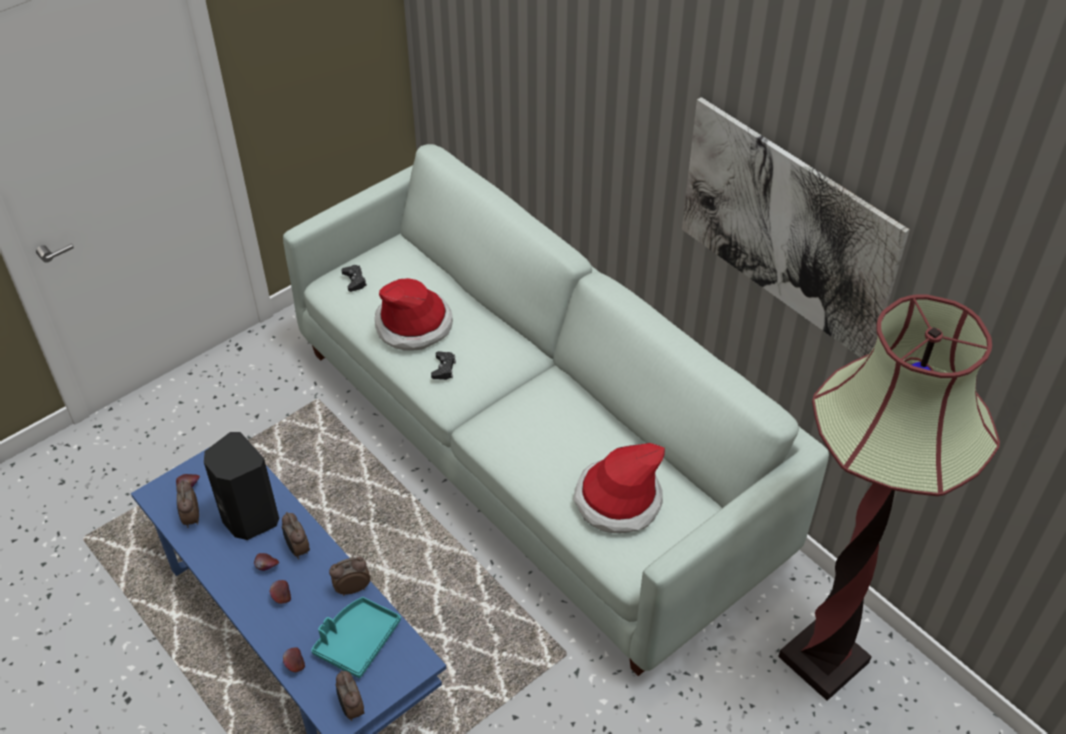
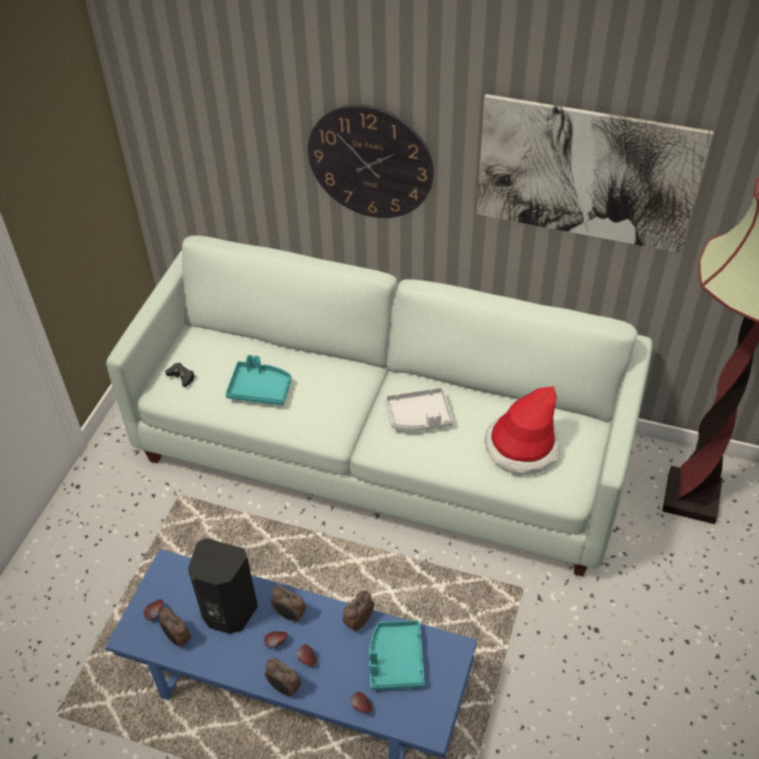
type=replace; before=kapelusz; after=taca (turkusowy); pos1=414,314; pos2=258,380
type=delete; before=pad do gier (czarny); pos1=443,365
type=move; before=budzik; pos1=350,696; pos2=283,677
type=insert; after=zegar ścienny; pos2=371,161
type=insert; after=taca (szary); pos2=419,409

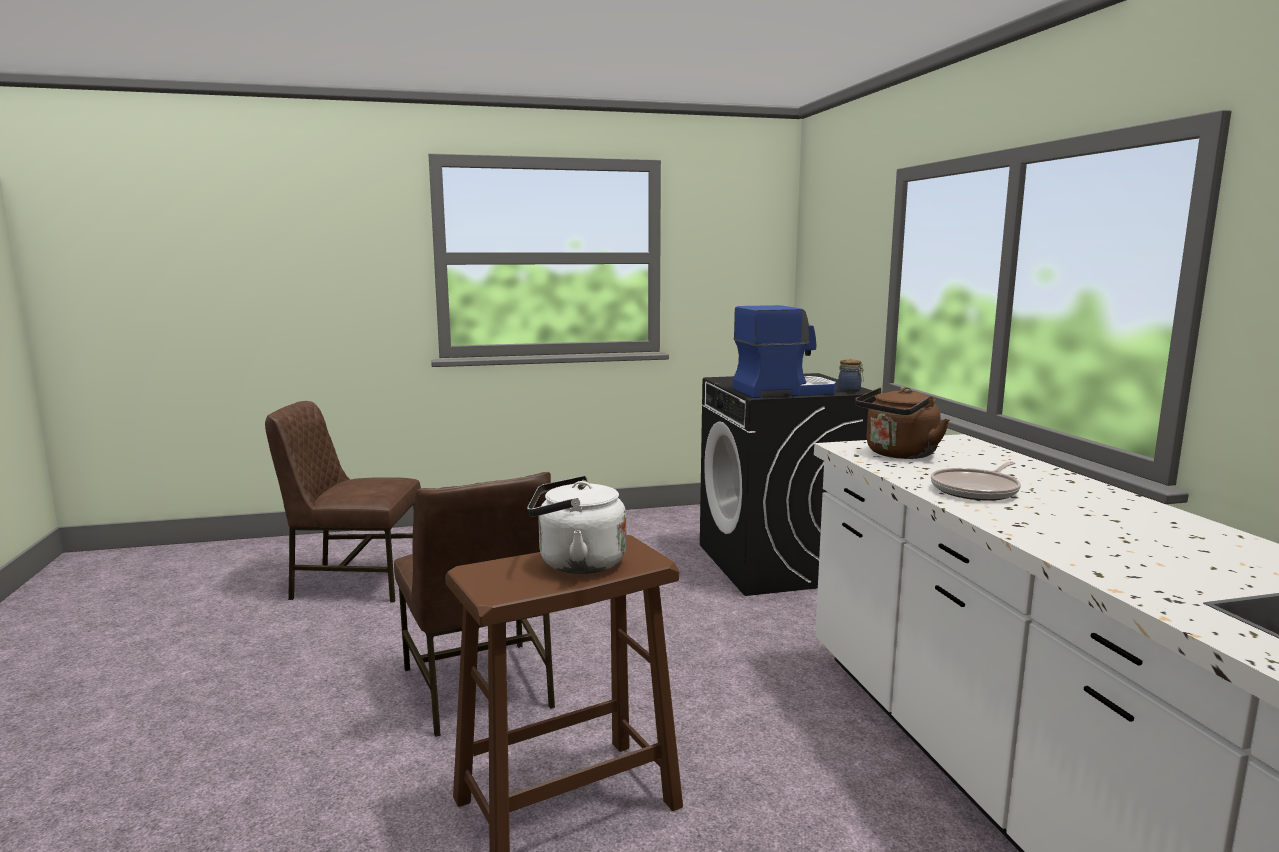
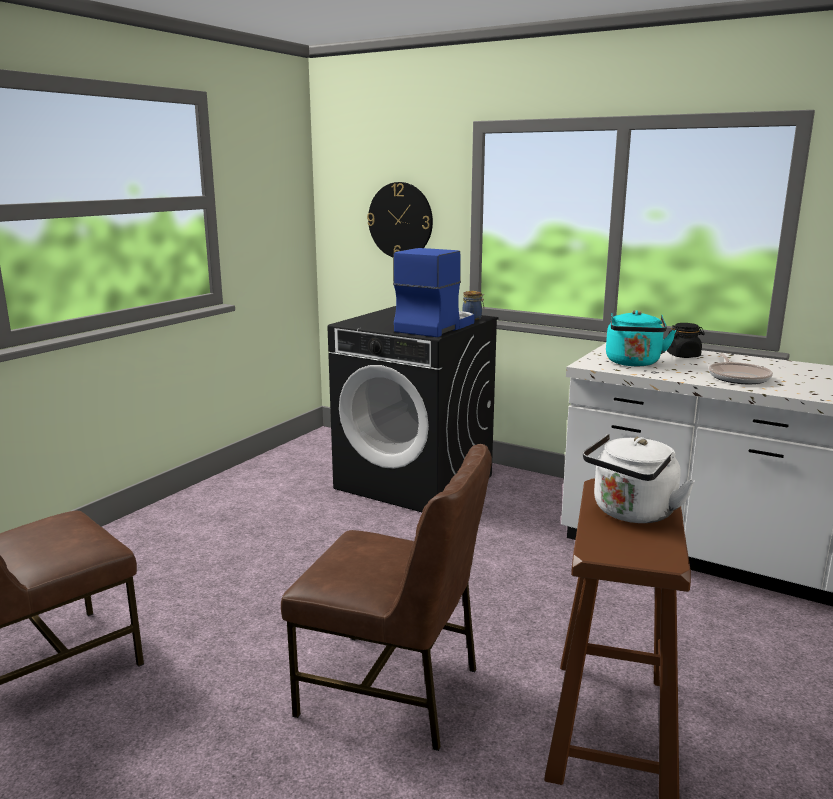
type=recolor; before=czajnik (brązowy); after=czajnik (turkusowy); pos1=902,423; pos2=641,338
type=insert; after=zegar ścienny; pos2=400,219
type=insert; after=słoik (czarny); pos2=686,340

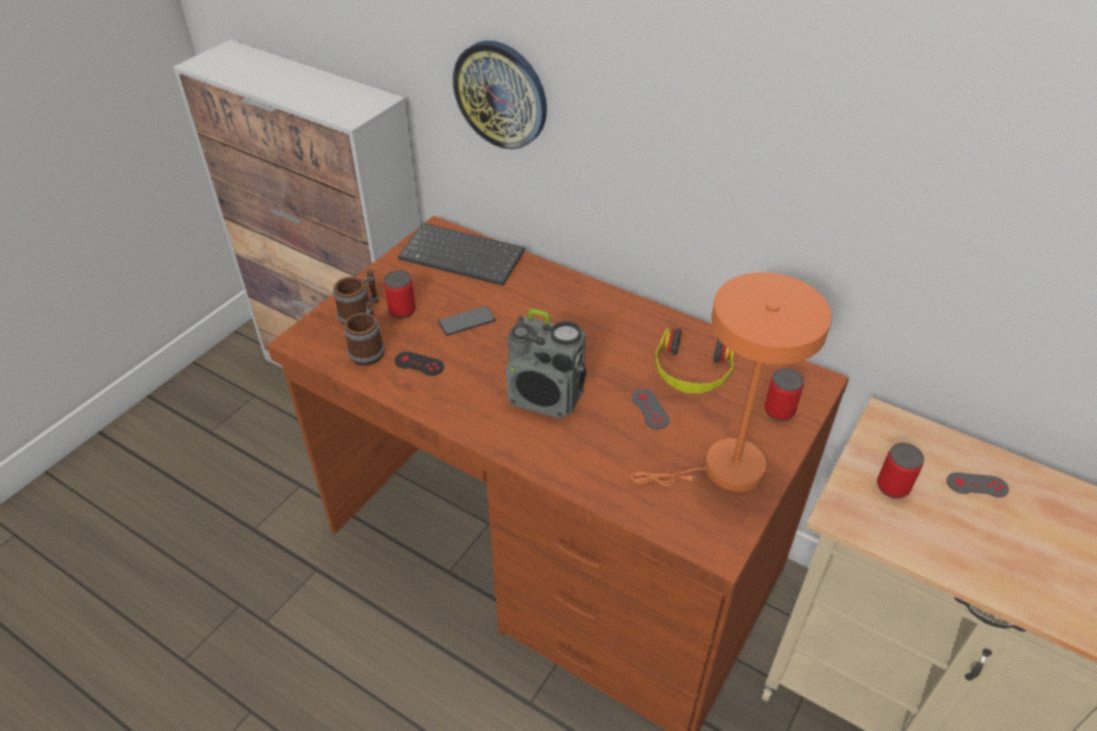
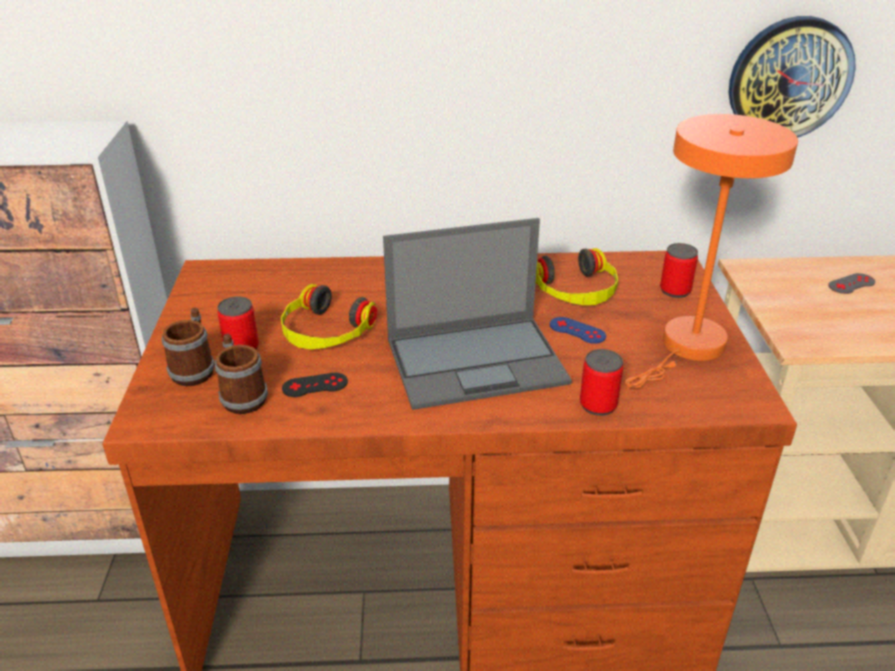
type=move; before=zegar ścienny; pos1=500,95; pos2=792,77
type=delete; before=klawiatura; pos1=461,254
type=replace; before=telefon; after=słuchawki; pos1=467,321; pos2=329,316
type=replace; before=radio; after=laptop; pos1=546,363; pos2=477,314
type=recolor; before=pad do gier (szary); after=pad do gier (niebieski); pos1=650,409; pos2=578,330
type=move; before=puszka; pos1=900,471; pos2=601,382

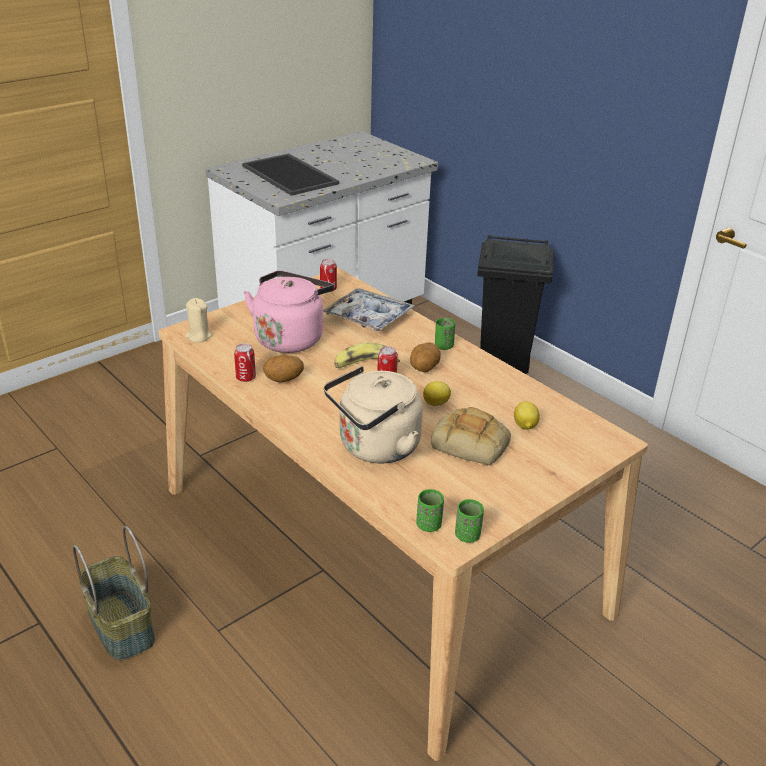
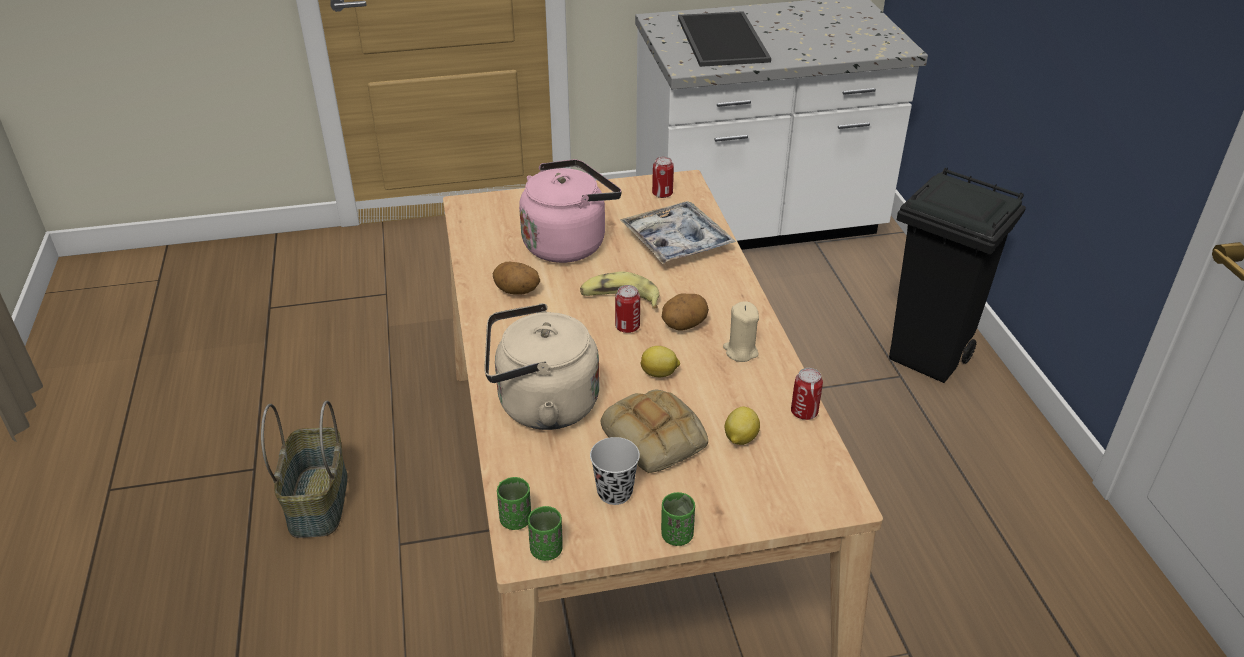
type=move; before=świeca (beżowy); pos1=198,320; pos2=741,331
type=move; before=filiżanka (zielony); pos1=445,334; pos2=678,519
type=move; before=puszka; pos1=245,362; pos2=807,394
type=insert; after=filiżanka (czarny); pos2=615,471

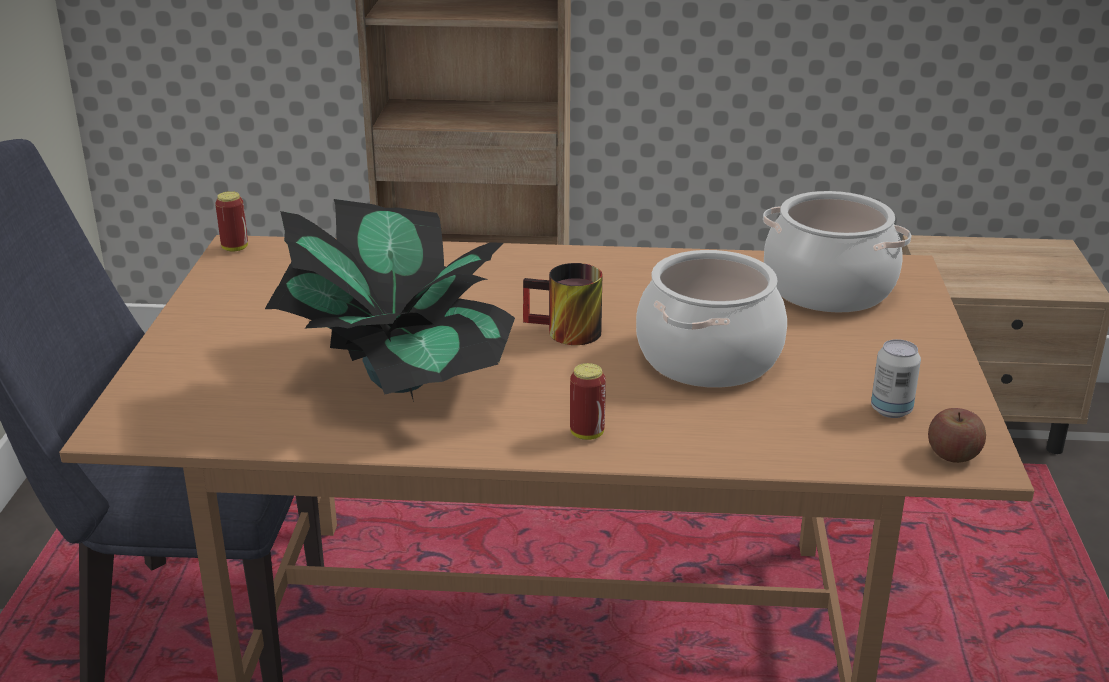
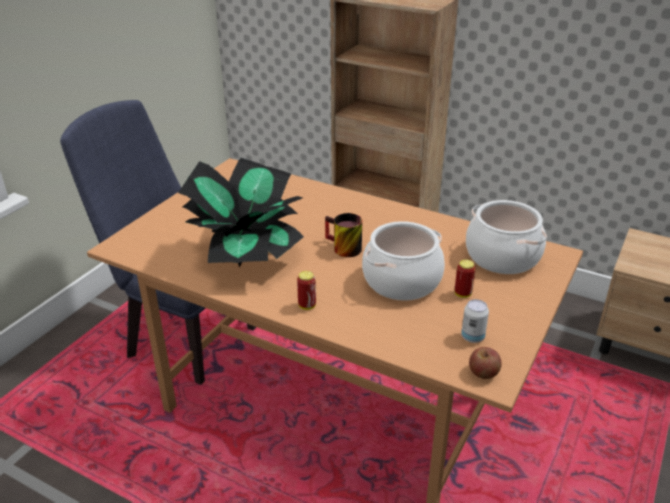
type=move; before=puszka; pos1=231,221; pos2=465,279

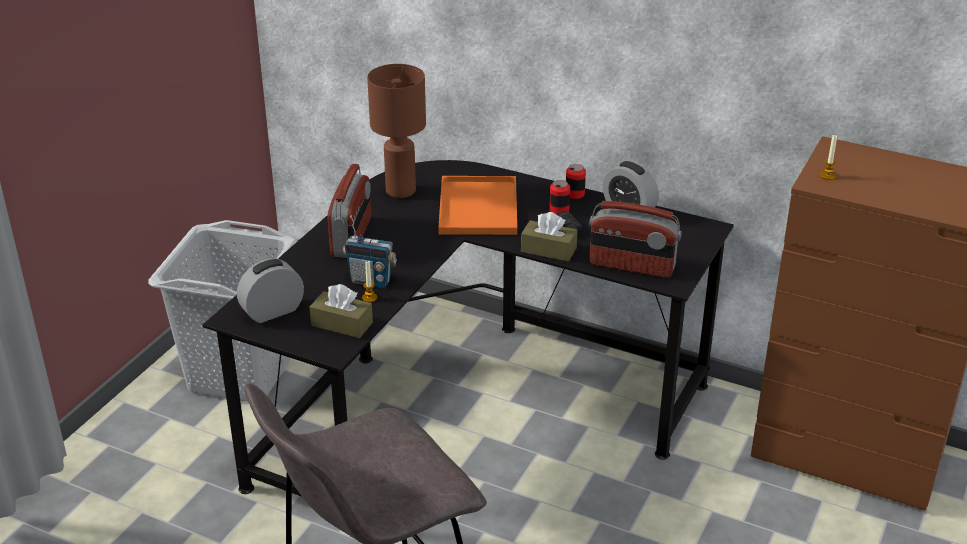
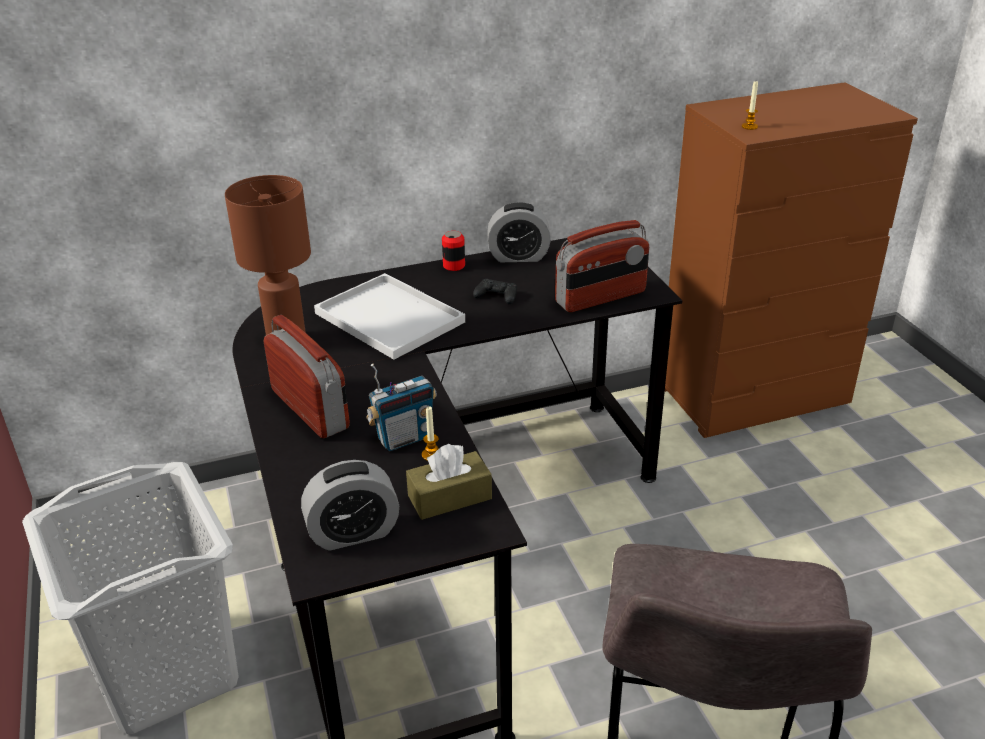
type=recolor; before=taca (pomarańczowy); after=taca (biały); pos1=477,205; pos2=389,316
type=delete; before=puszka; pos1=559,197
type=delete; before=pudełko chusteczek (brązowy); pos1=549,236
type=rotate; before=budzik; pos1=270,291; pos2=350,505; turn=-120

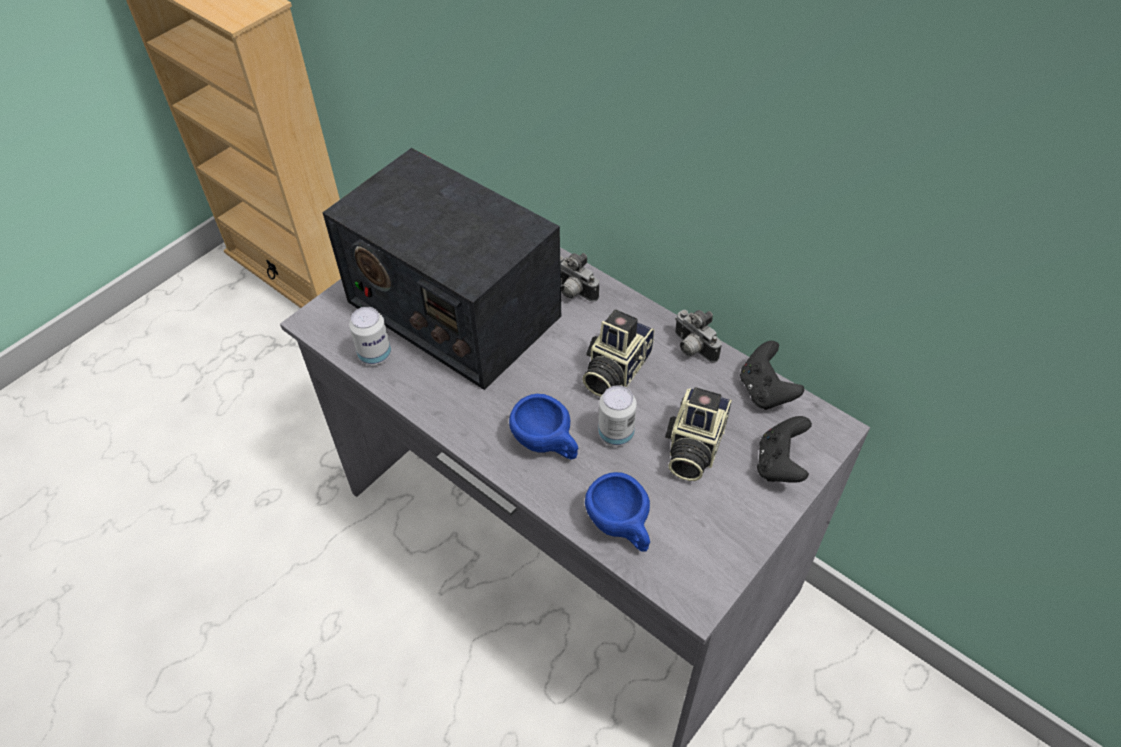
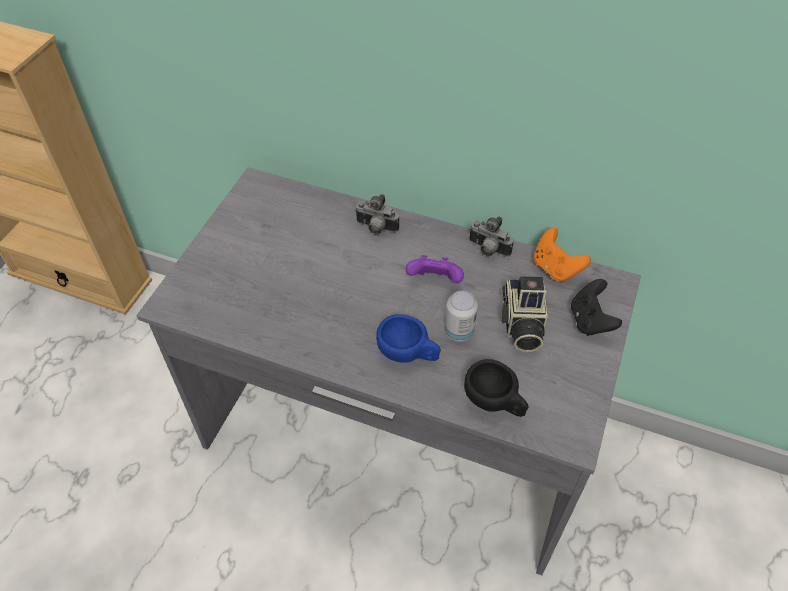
type=delete; before=radio; pos1=441,269
type=delete; before=puszka; pos1=370,336
type=replace; before=aparat fotograficzny; after=pad do gier (fioletowy); pos1=618,353; pos2=435,269
type=recolor; before=pad do gier (czarny); after=pad do gier (pomarańczowy); pos1=772,375; pos2=562,255
type=recolor; before=filiżanka (niebieski); after=filiżanka (czarny); pos1=617,512; pos2=496,388

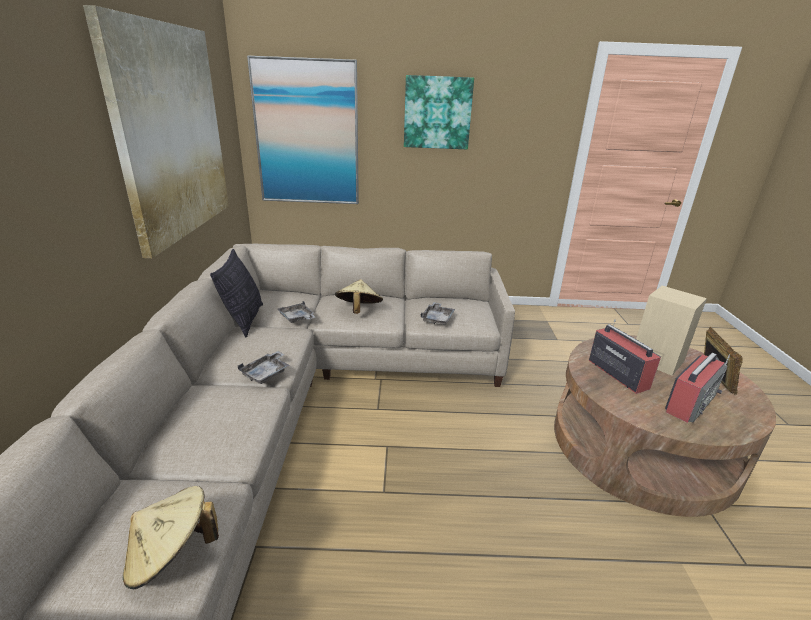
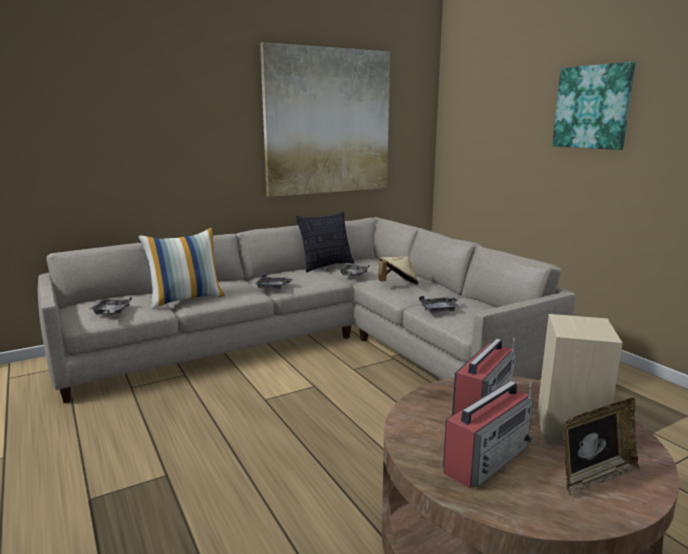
type=delete; before=obraz; pos1=303,129
type=rotate; before=radio; pos1=697,388; pos2=488,434; turn=-60
type=replace; before=kapelusz (beżowy); after=taca (szary); pos1=171,537; pos2=110,305
type=insert; after=poduszka; pos2=181,268

